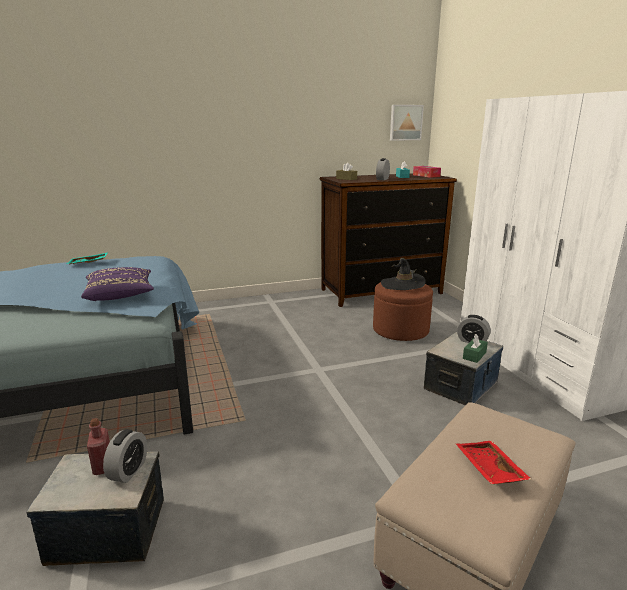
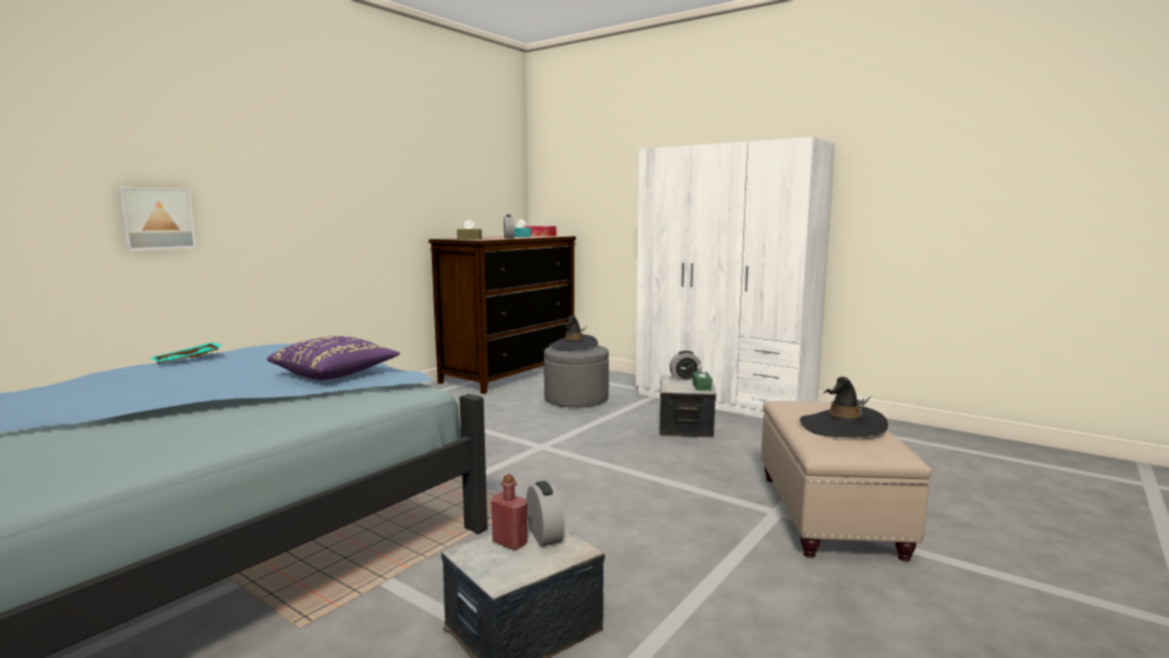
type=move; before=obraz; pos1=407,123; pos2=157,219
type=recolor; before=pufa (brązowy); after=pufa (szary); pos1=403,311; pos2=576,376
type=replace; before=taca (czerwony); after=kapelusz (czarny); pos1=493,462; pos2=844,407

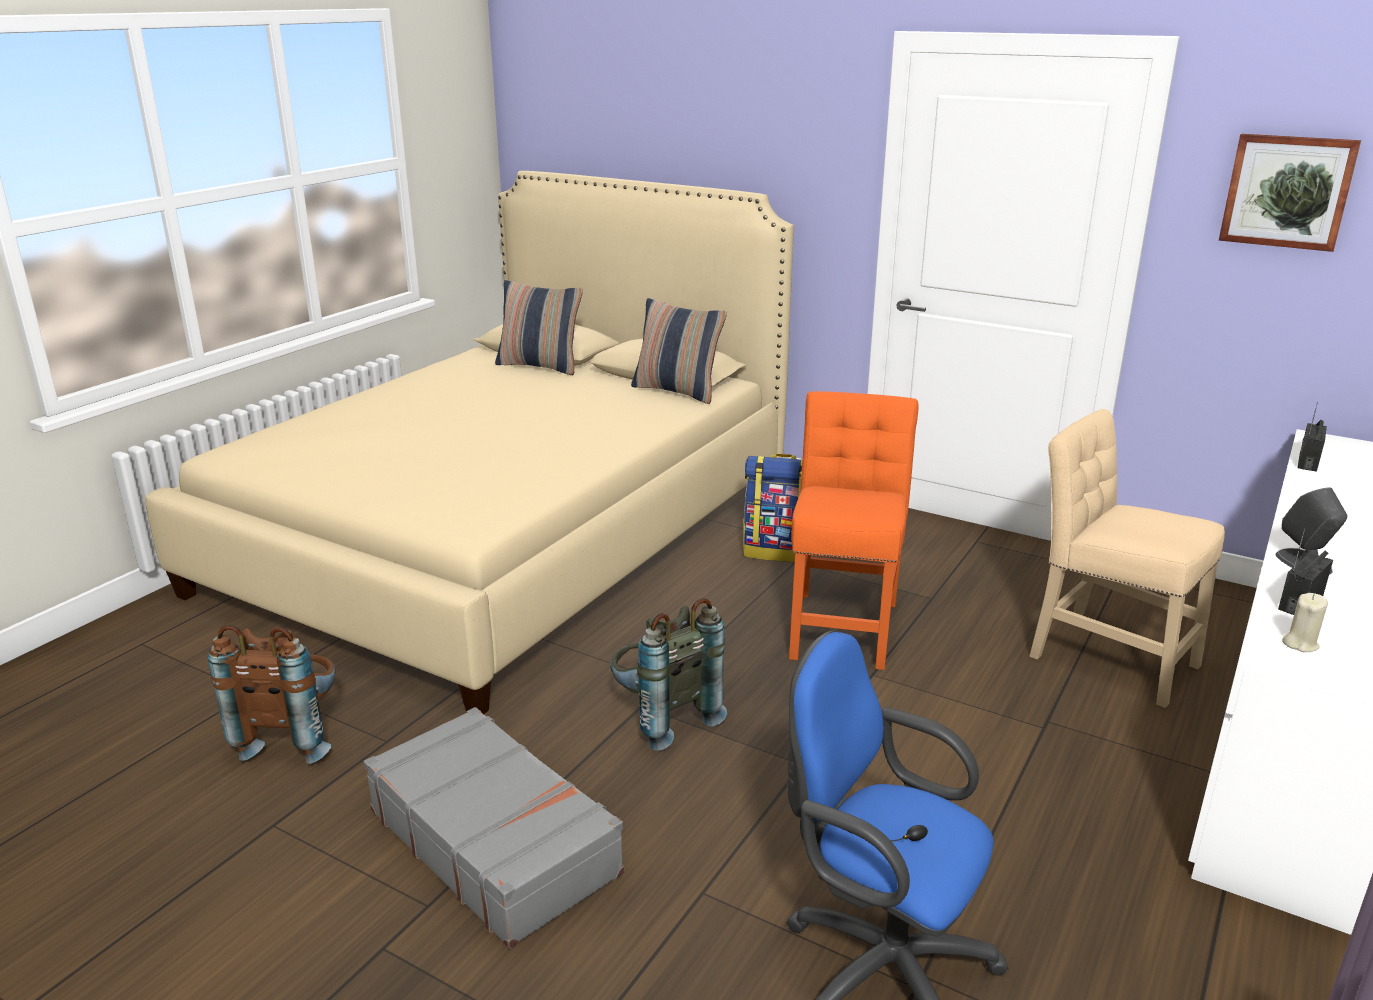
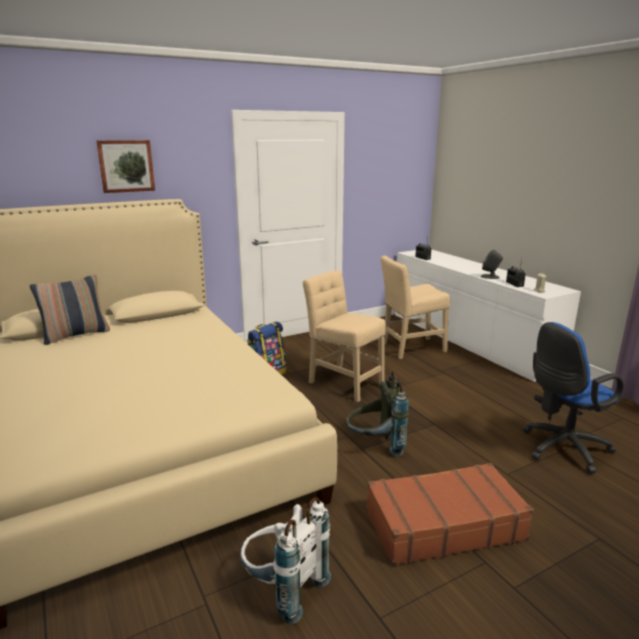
type=move; before=obraz; pos1=1290,193; pos2=125,166
type=delete; before=poduszka; pos1=679,351
type=recolor; before=krzesło (pomarańczowy); after=krzesło (beżowy); pos1=854,530; pos2=344,336
type=recolor; before=plecak (brązowy); after=plecak (biały); pos1=272,694; pos2=285,560
type=recolor; before=walizka (szary); after=walizka (brązowy); pos1=494,828; pos2=450,514

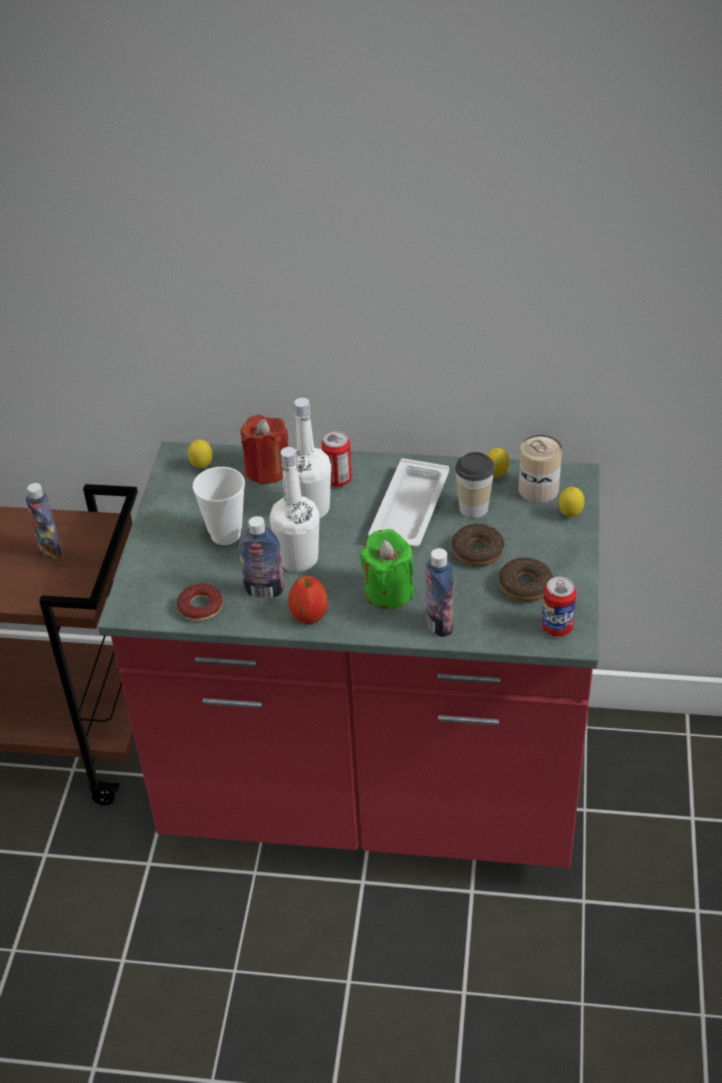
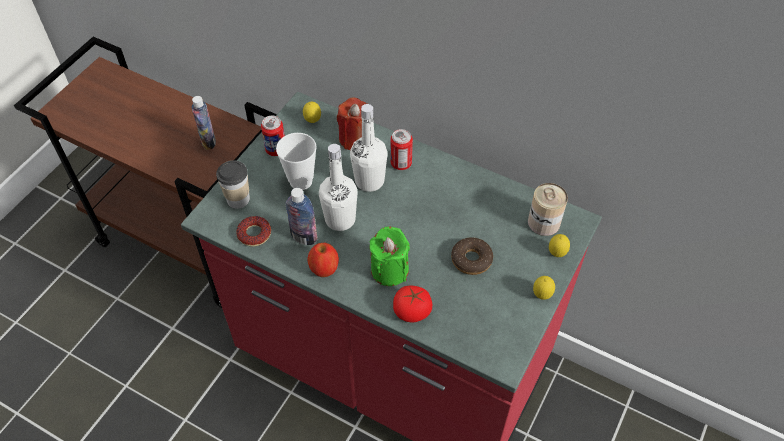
type=move; before=cytryna; pos1=498,462; pos2=544,288
type=move; before=filiżanka; pos1=475,485; pos2=233,184
type=delete; before=taca (biały); pos1=408,502
type=replace; before=butelka; after=pomidor; pos1=439,592; pos2=412,304
type=delete; before=donut; pos1=526,580
type=move; before=puszka; pos1=559,607; pos2=273,136

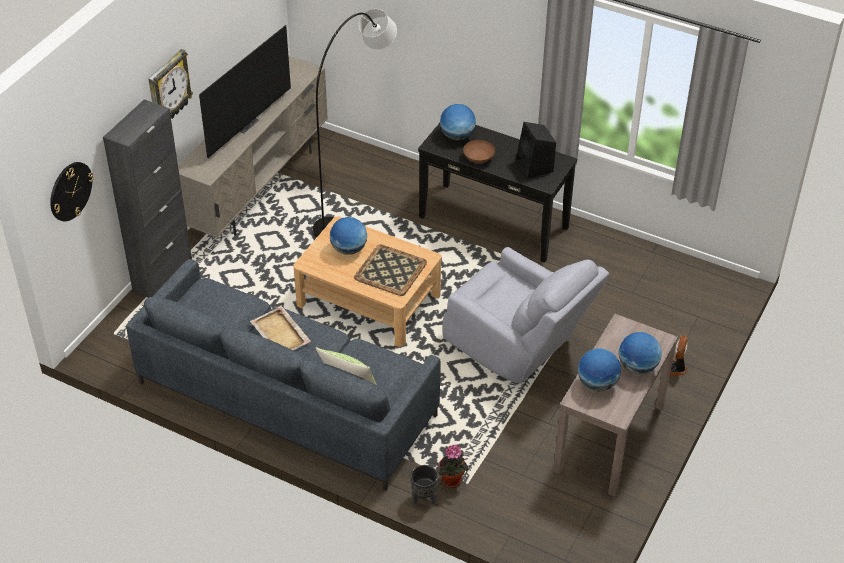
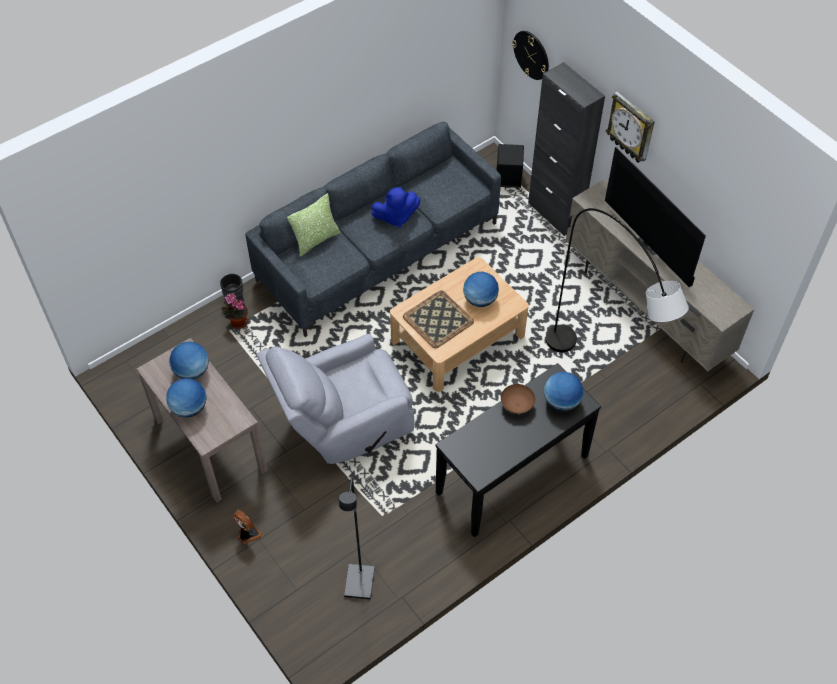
type=move; before=głośnik (czarny); pos1=536,150; pos2=510,166
type=replace; before=taca (beżowy); after=pluszak (niebieski); pos1=280,328; pos2=396,207
type=insert; after=lampa stojąca (czarny); pos2=357,537

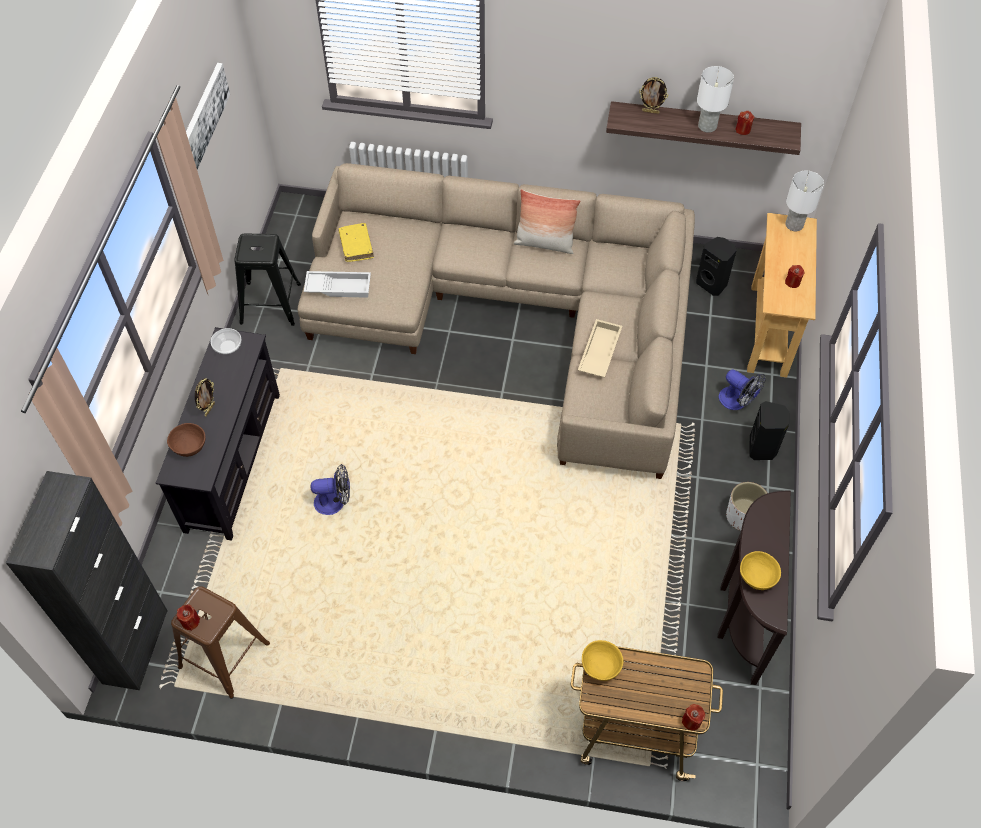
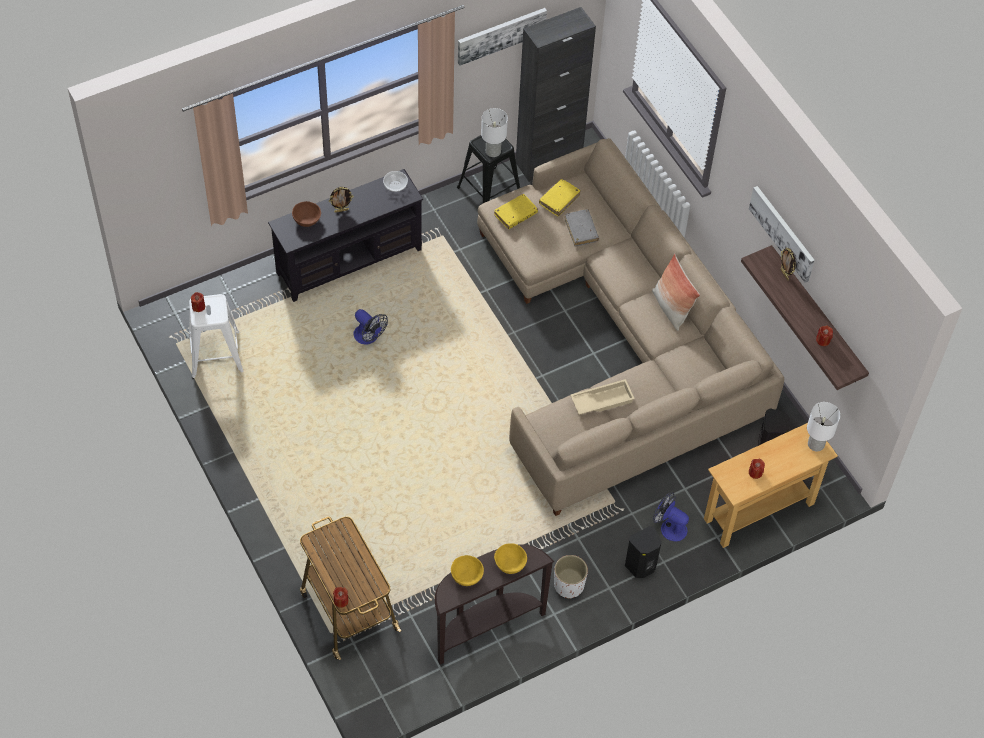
type=move; before=lampa stołowa (biały); pos1=715,99; pos2=494,132
type=replace; before=taca (biały); after=książka (żółty); pos1=337,284; pos2=516,211
type=rotate; before=wentylator; pos1=741,390; pos2=671,517; turn=120
type=move; before=szafka (czarny); pos1=87,580; pos2=556,94
type=recolor; before=stołek (brązowy); after=stołek (biały); pos1=220,642; pos2=215,336
type=move; before=miska (żółty); pos1=602,660; pos2=510,558
type=insert; after=obraz; pos2=782,234
type=insert; after=książka (szary); pos2=581,228

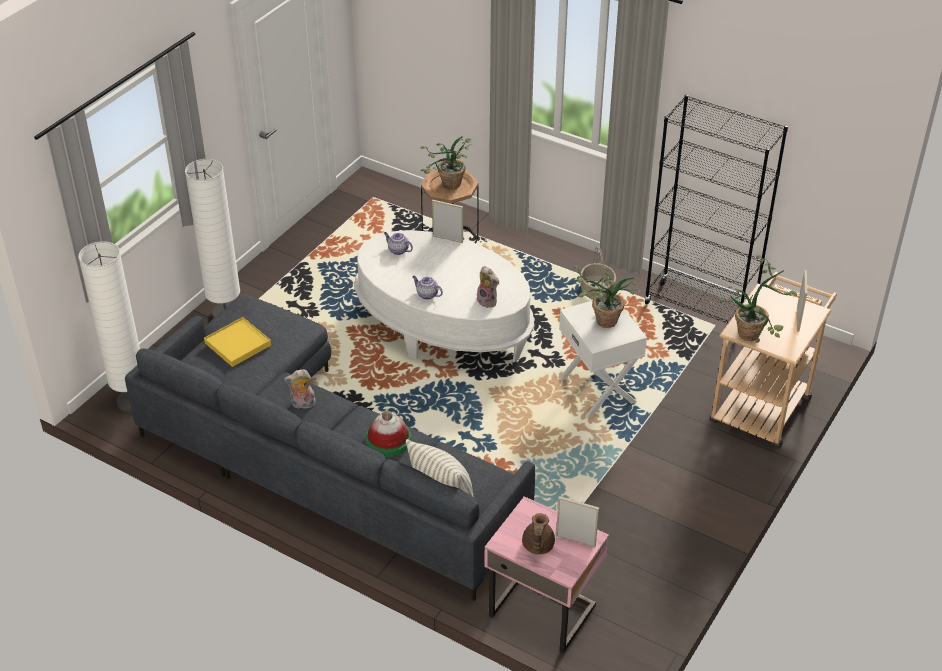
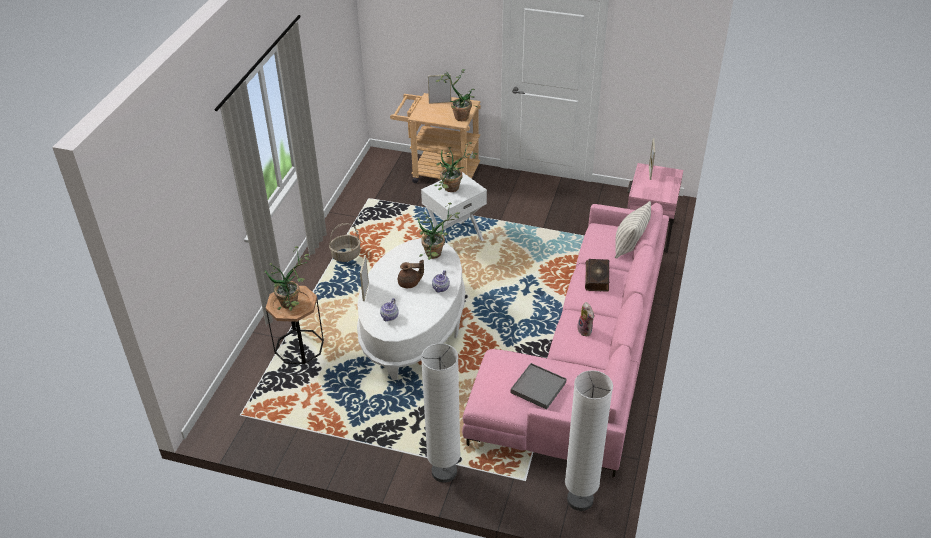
type=delete; before=regał (czarny); pos1=716,209
type=replace; before=pluszak; after=roślina doniczkowa; pos1=488,287; pos2=439,231
type=recolor; before=kanapa (szary); after=kanapa (różowy); pos1=330,447; pos2=565,340
type=recolor; before=taca (żółty); after=taca (szary); pos1=237,342; pos2=538,386
type=replace; before=kapelusz; after=książka; pos1=388,434; pos2=597,275
type=move; before=imbryk (brązowy); pos1=538,534; pos2=411,274

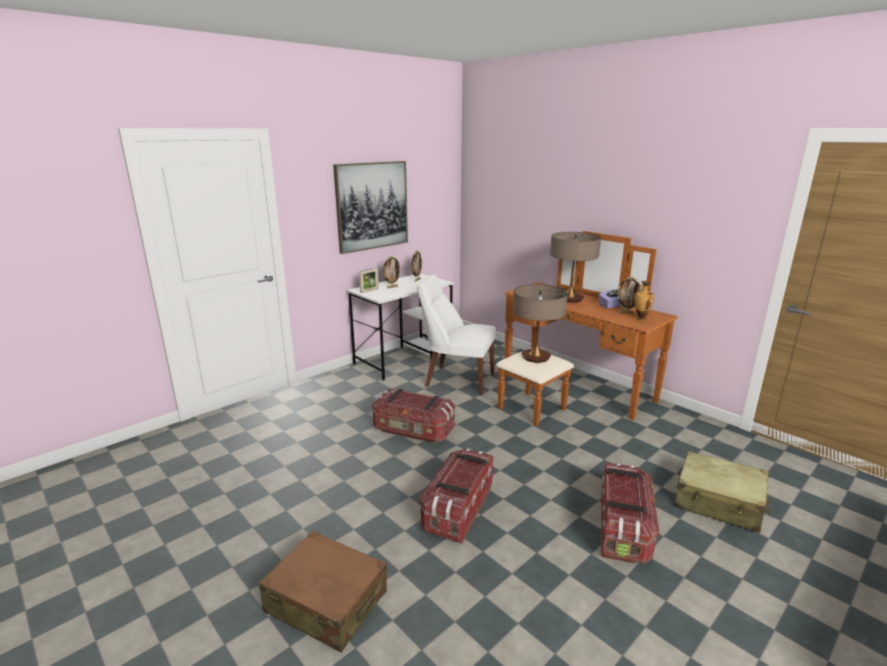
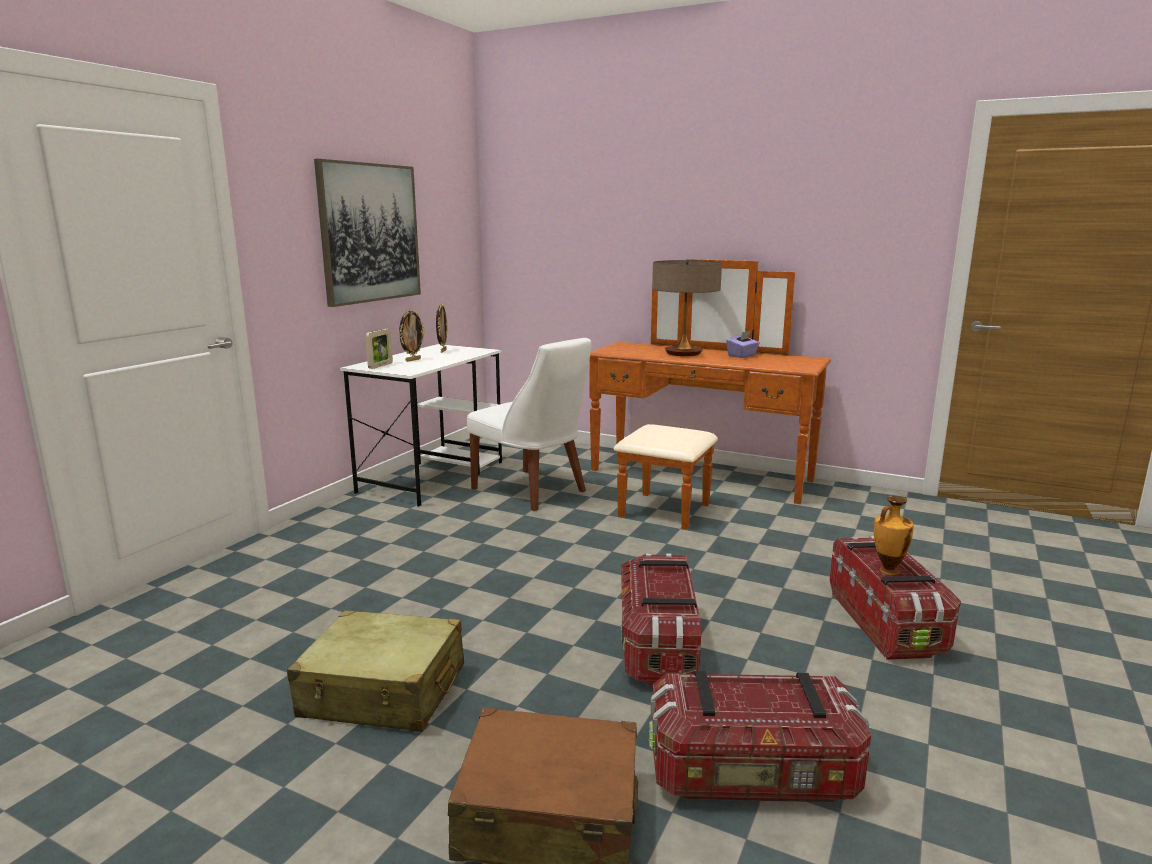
type=rotate; before=krzesło (biały); pos1=456,335; pos2=529,424; turn=-135
type=delete; before=ramka na zdjęcie; pos1=628,295
type=move; before=wazon; pos1=644,301; pos2=894,535
type=delete; before=lampa stołowa; pos1=540,323
type=move; before=pojemnik do przechowywania; pos1=414,415; pos2=760,736
type=move; before=walizka (beżowy); pos1=723,492; pos2=375,671

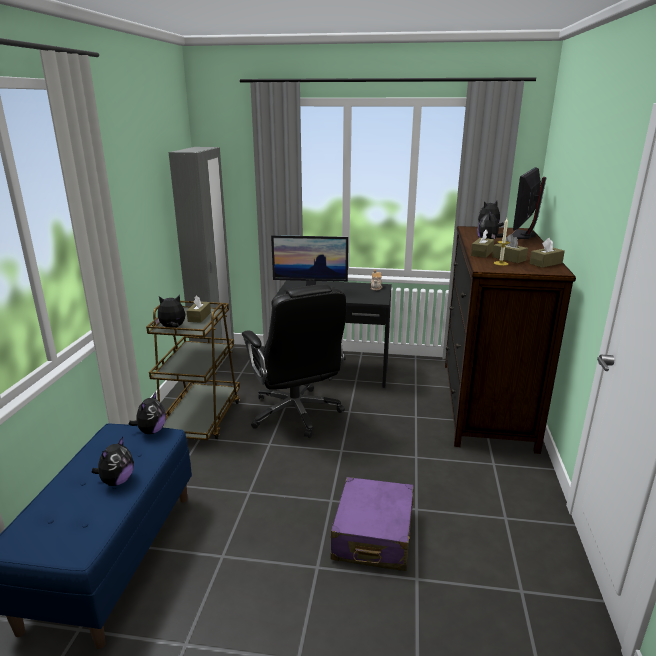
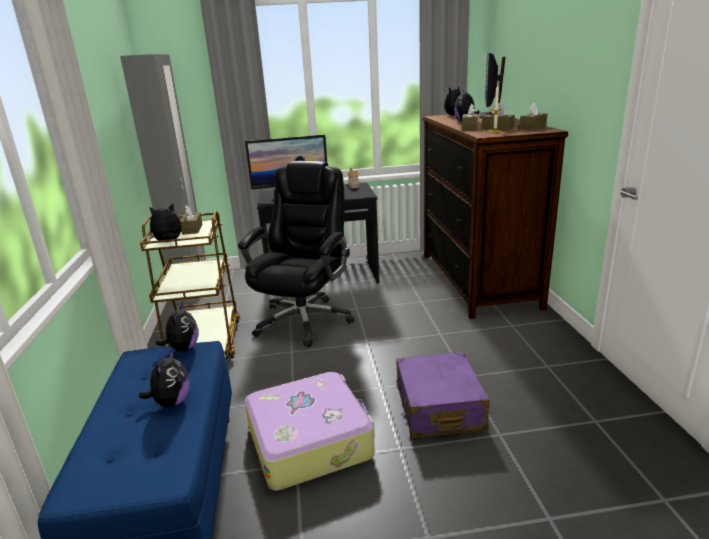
type=rotate; before=krzesło biurowe (czarny); pos1=294,361; pos2=296,254; turn=-120
type=insert; after=walizka; pos2=310,431

